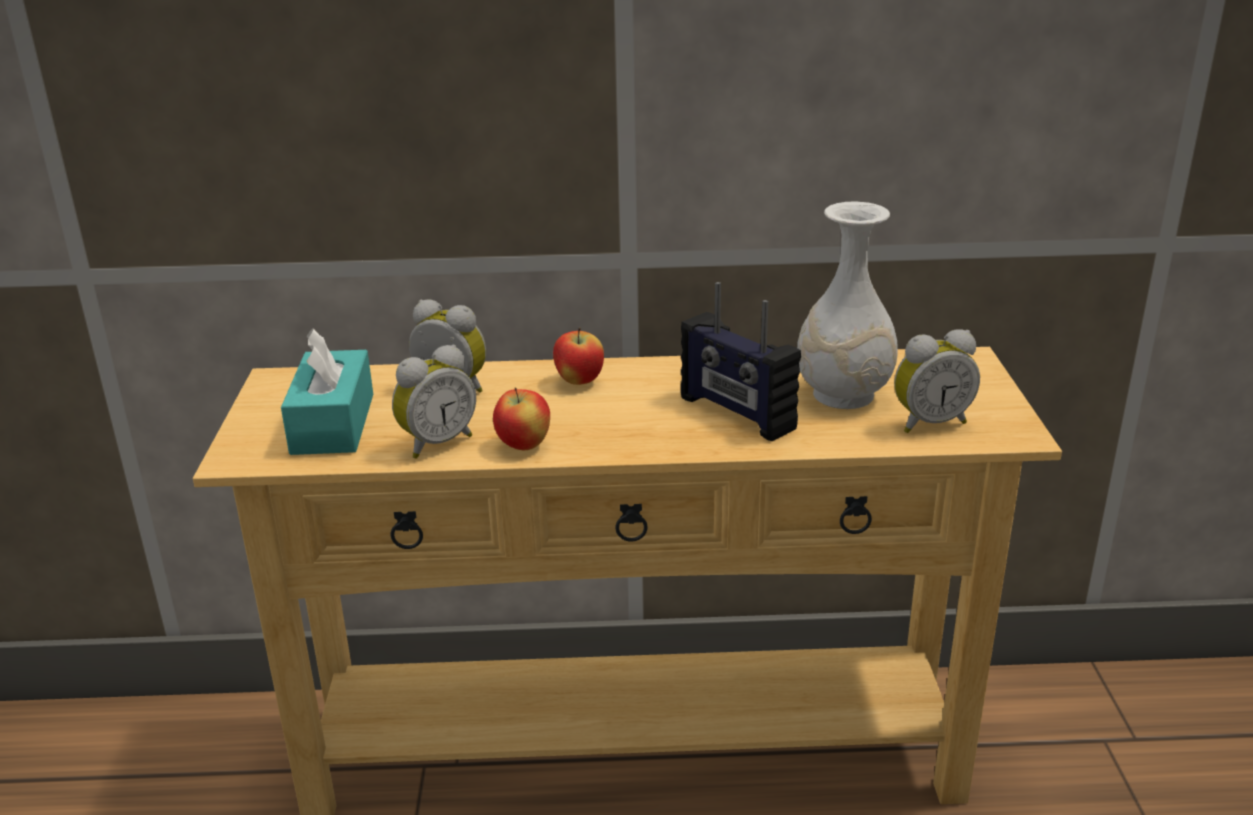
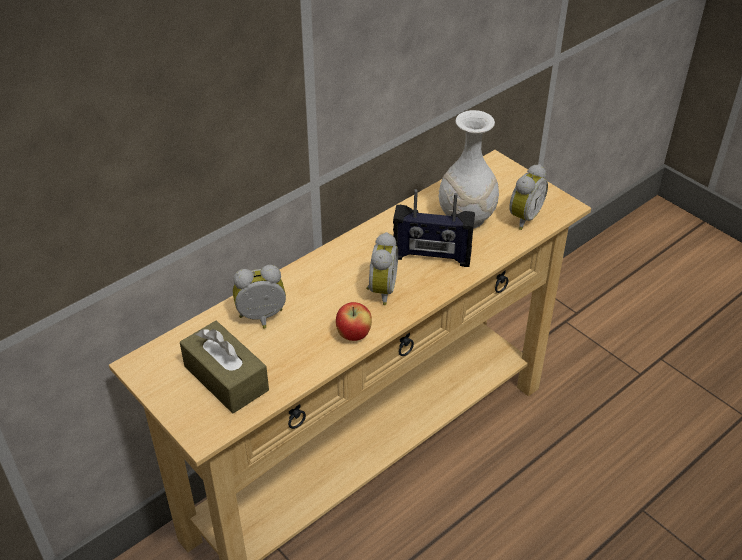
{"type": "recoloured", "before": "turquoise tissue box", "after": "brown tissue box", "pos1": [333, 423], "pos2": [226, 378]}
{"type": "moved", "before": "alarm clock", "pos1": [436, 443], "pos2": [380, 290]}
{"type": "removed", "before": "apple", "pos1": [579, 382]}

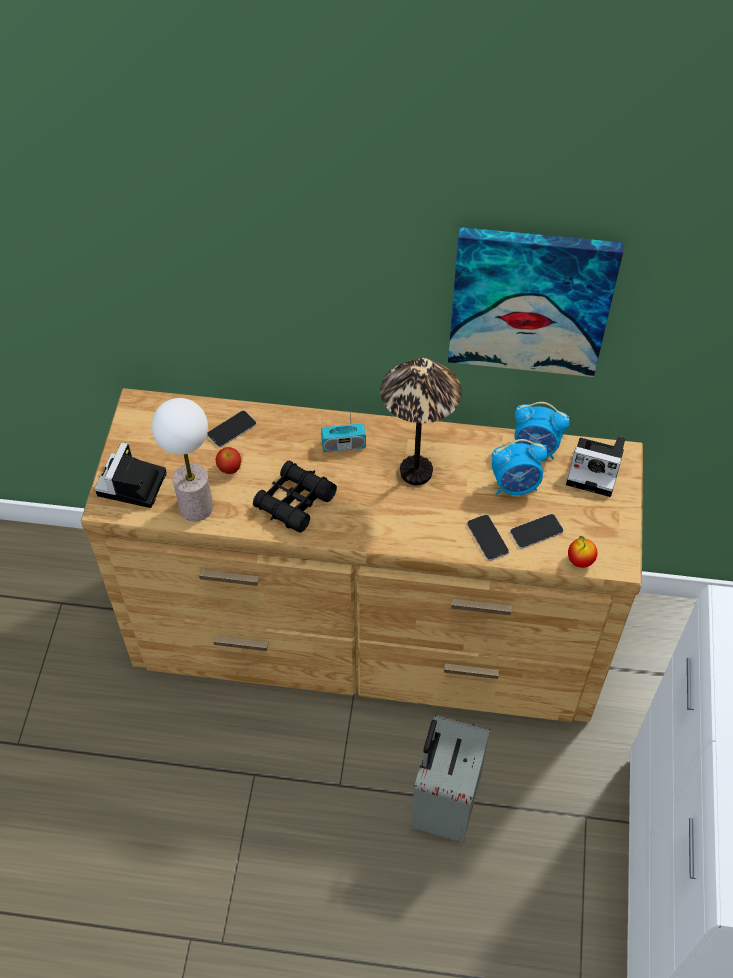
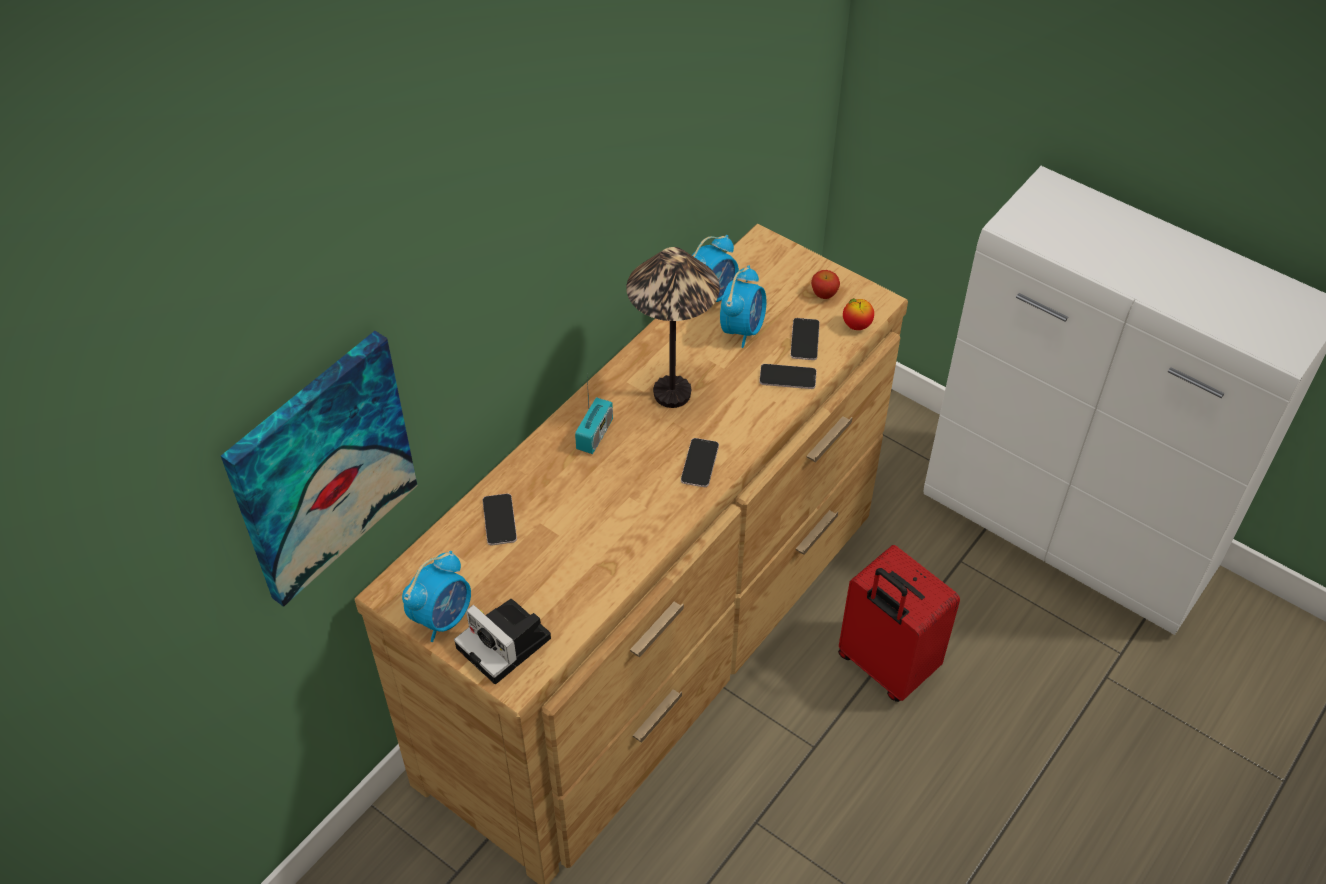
{"type": "moved", "before": "picture", "pos1": [530, 301], "pos2": [322, 467]}
{"type": "added", "after": "alarm clock", "pos2": [443, 617]}
{"type": "added", "after": "phone", "pos2": [699, 463]}
{"type": "moved", "before": "apple", "pos1": [229, 468], "pos2": [824, 294]}
{"type": "recoloured", "before": "grey suitcase", "after": "red suitcase", "pos1": [443, 803], "pos2": [884, 666]}
{"type": "removed", "before": "table lamp", "pos1": [195, 507]}
{"type": "removed", "before": "black binoculars", "pos1": [294, 501]}
{"type": "removed", "before": "photo camera", "pos1": [597, 469]}

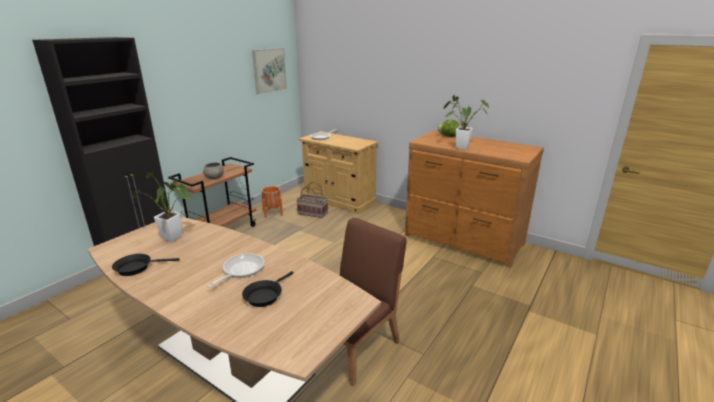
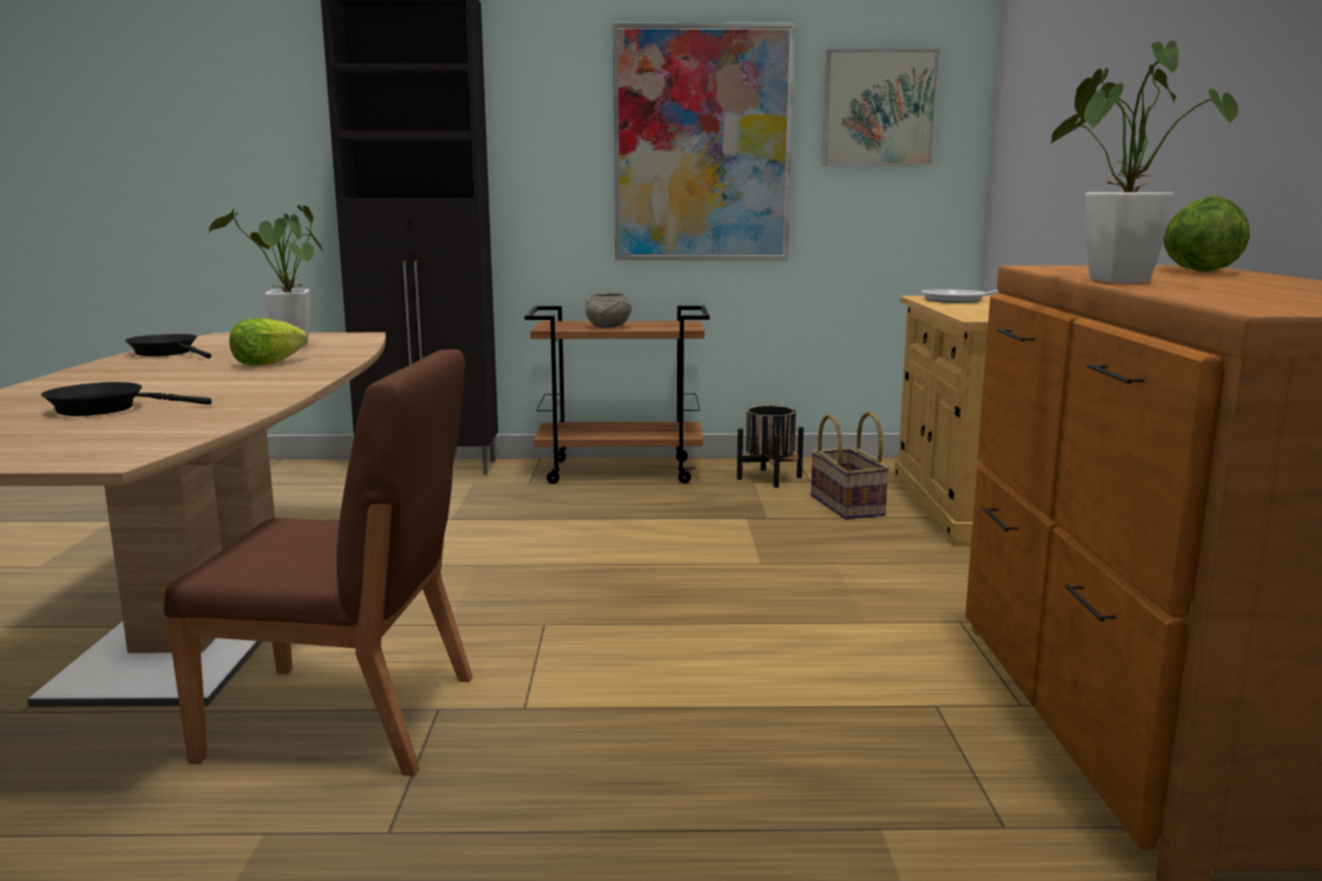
{"type": "added", "after": "lettuce", "pos2": [267, 364]}
{"type": "added", "after": "picture", "pos2": [702, 145]}
{"type": "recoloured", "before": "orange planter", "after": "black planter", "pos1": [272, 213], "pos2": [769, 478]}
{"type": "removed", "before": "frying pan", "pos1": [241, 270]}

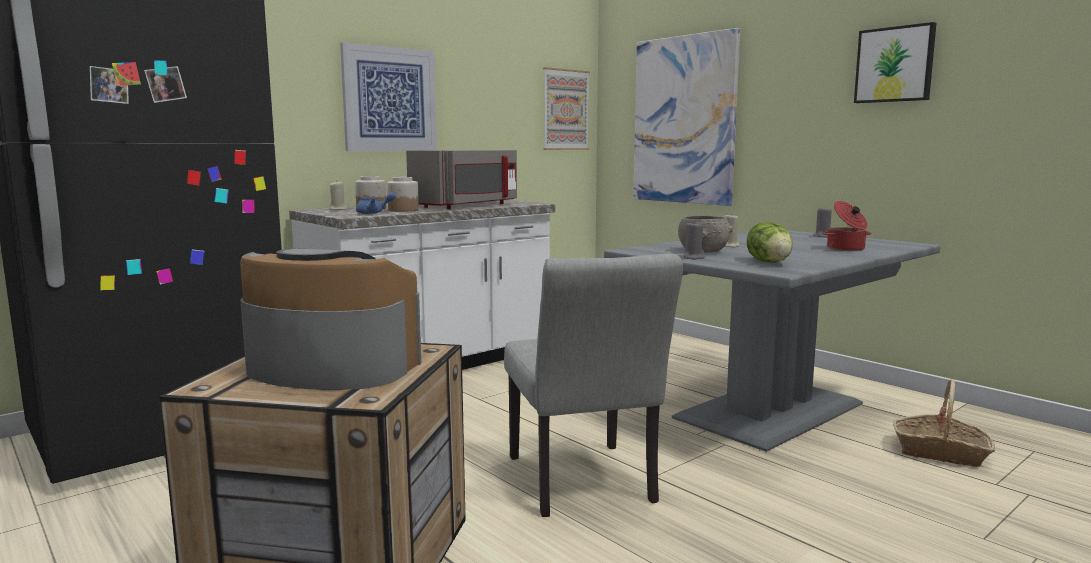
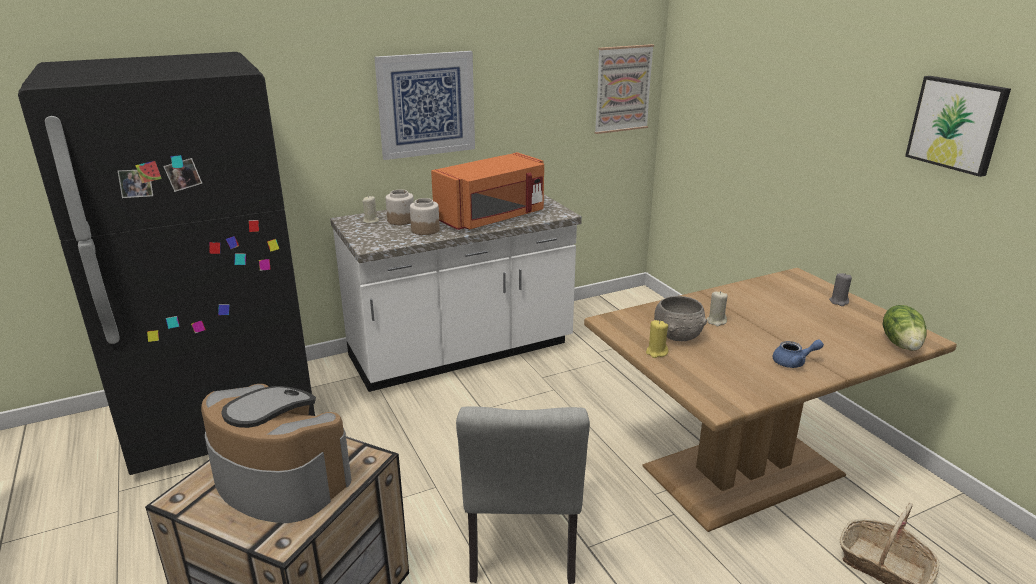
{"type": "recoloured", "before": "grey microwave", "after": "orange microwave", "pos1": [467, 206], "pos2": [492, 218]}
{"type": "recoloured", "before": "grey dining table", "after": "brown dining table", "pos1": [767, 410], "pos2": [741, 470]}
{"type": "recoloured", "before": "grey candle", "after": "yellow candle", "pos1": [693, 257], "pos2": [656, 352]}
{"type": "moved", "before": "blue teapot", "pos1": [374, 213], "pos2": [793, 362]}
{"type": "moved", "before": "lettuce", "pos1": [770, 262], "pos2": [902, 344]}
{"type": "removed", "before": "picture", "pos1": [684, 120]}
{"type": "removed", "before": "cooking pot", "pos1": [846, 249]}

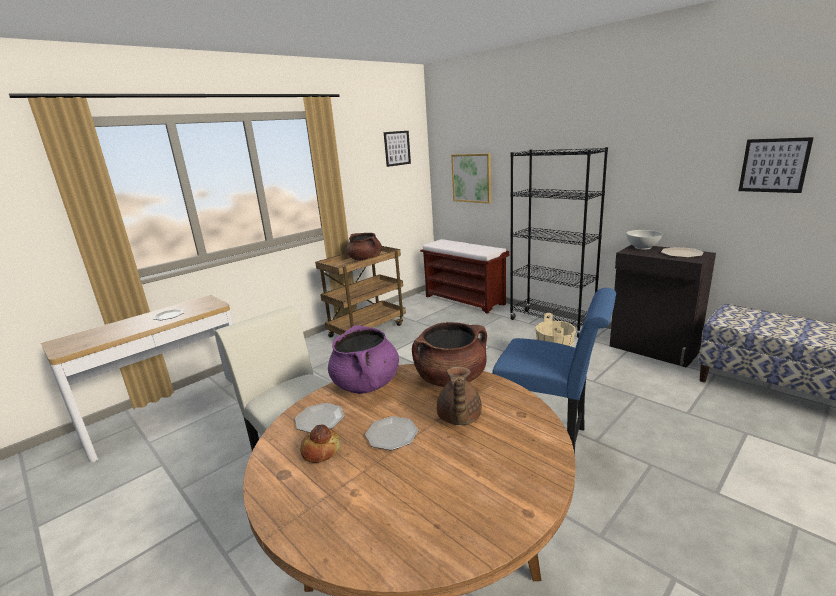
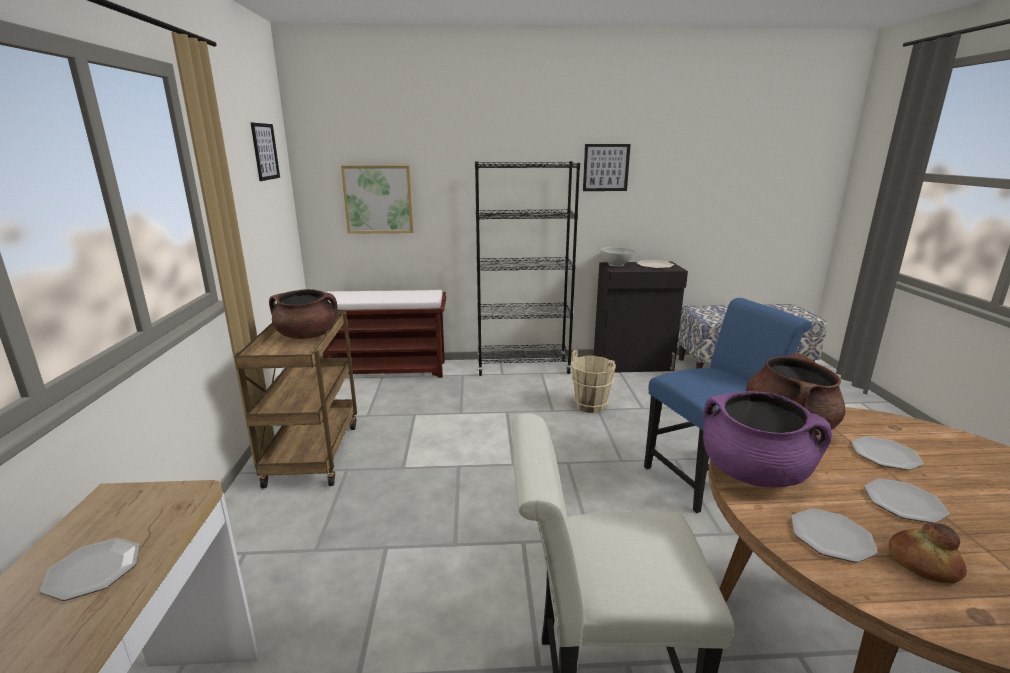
{"type": "moved", "before": "picture", "pos1": [774, 165], "pos2": [606, 167]}
{"type": "replaced", "before": "brown teapot", "after": "plate", "pos1": [458, 418], "pos2": [885, 455]}

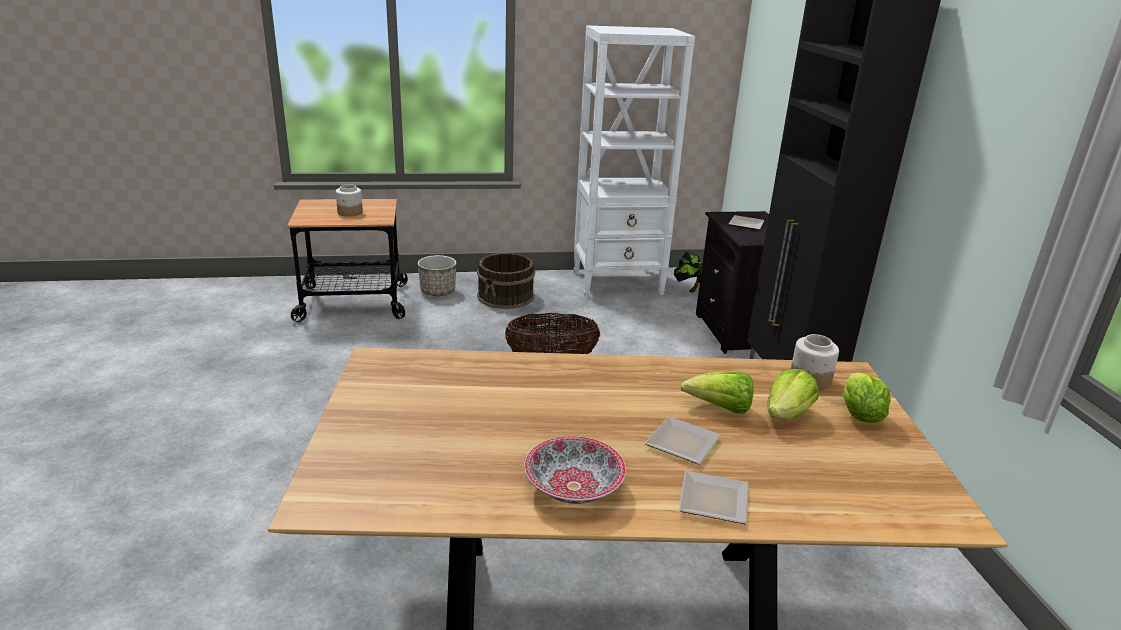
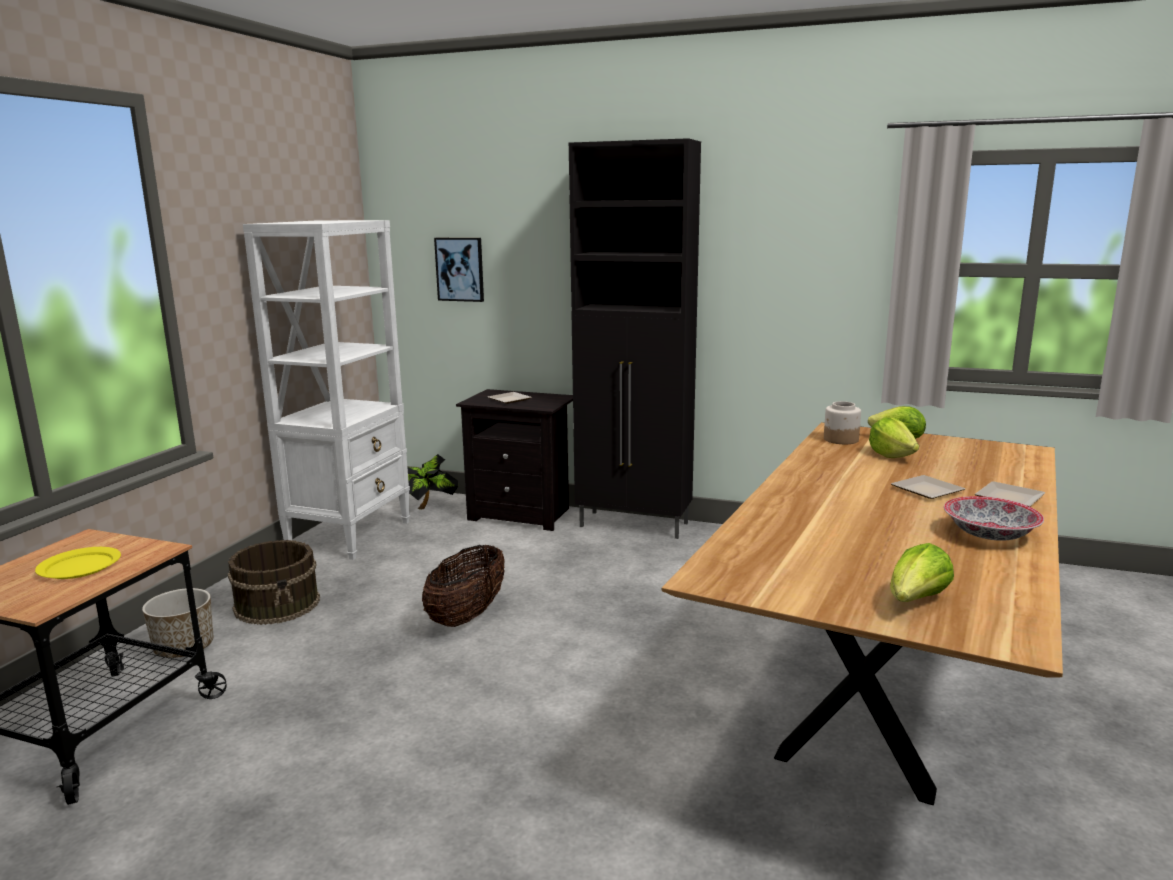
{"type": "replaced", "before": "jar", "after": "yellow plate", "pos1": [350, 212], "pos2": [80, 566]}
{"type": "added", "after": "picture", "pos2": [460, 269]}
{"type": "moved", "before": "lettuce", "pos1": [720, 408], "pos2": [916, 601]}

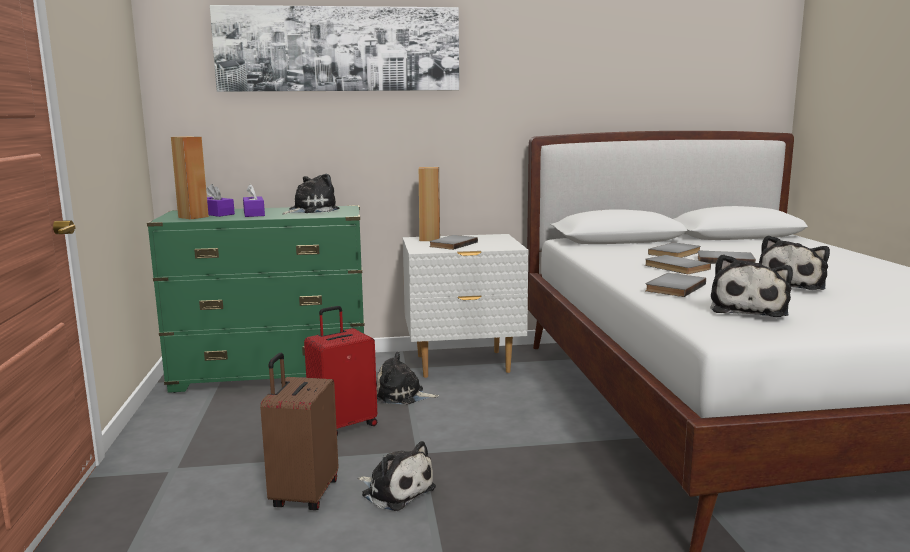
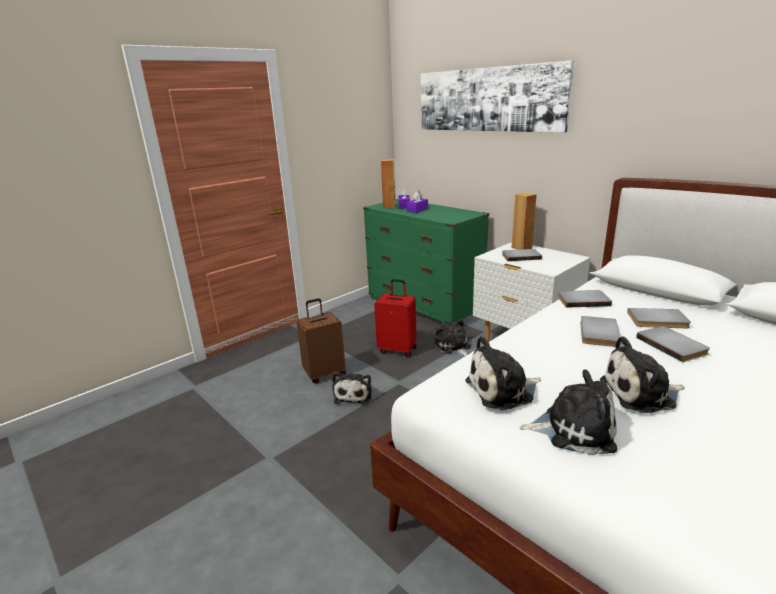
{"type": "moved", "before": "plush toy", "pos1": [310, 210], "pos2": [573, 429]}
{"type": "moved", "before": "grey book", "pos1": [673, 287], "pos2": [582, 300]}

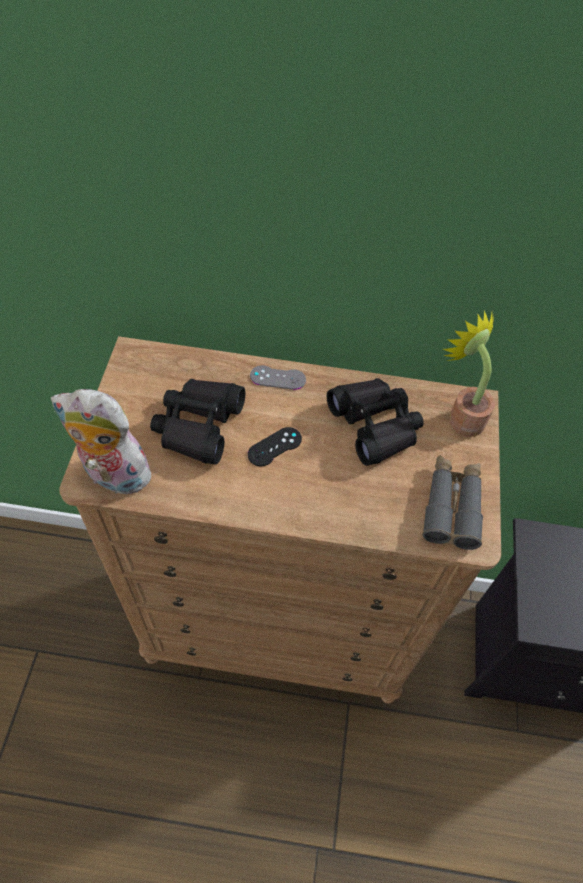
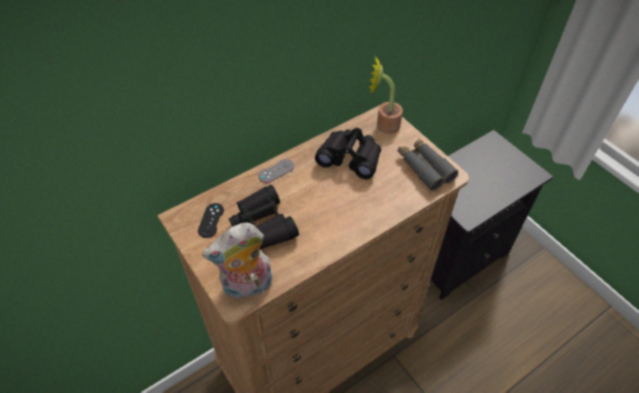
{"type": "moved", "before": "black game controller", "pos1": [274, 447], "pos2": [211, 220]}

